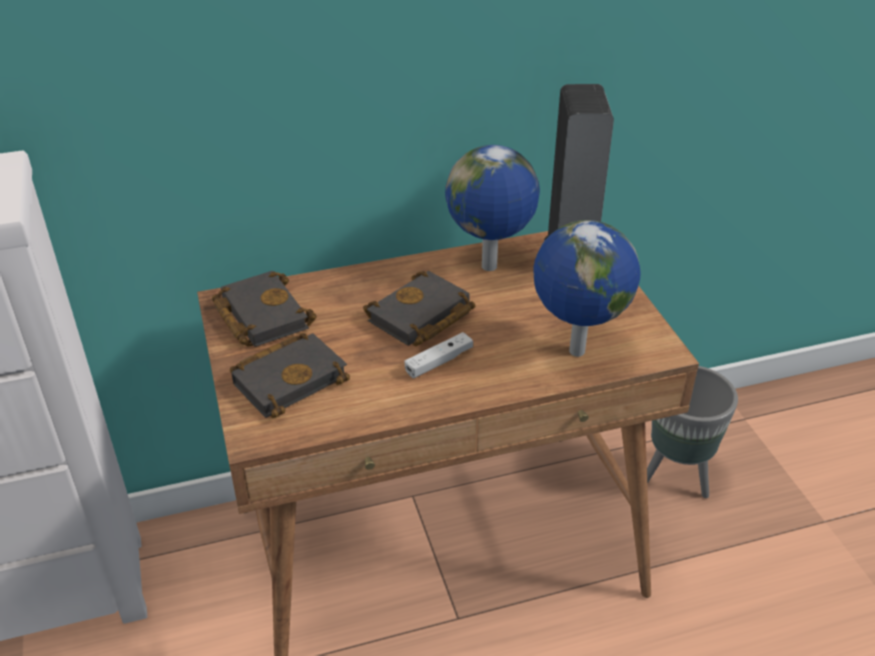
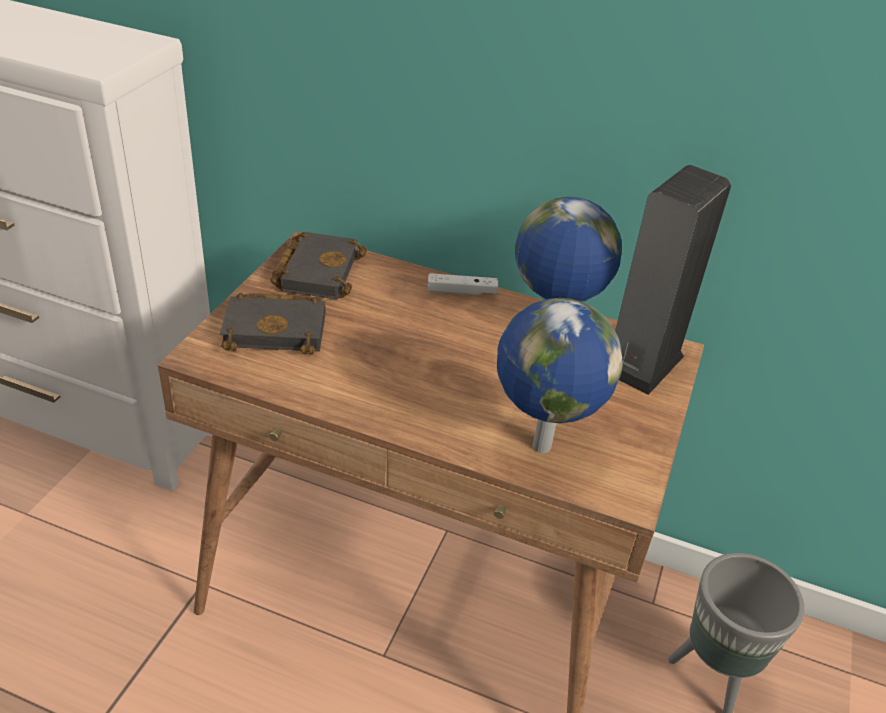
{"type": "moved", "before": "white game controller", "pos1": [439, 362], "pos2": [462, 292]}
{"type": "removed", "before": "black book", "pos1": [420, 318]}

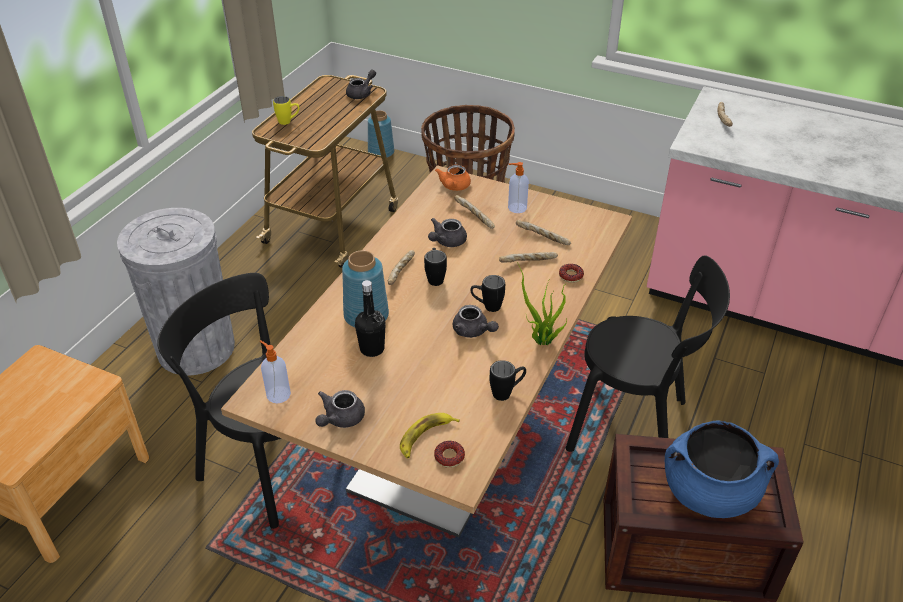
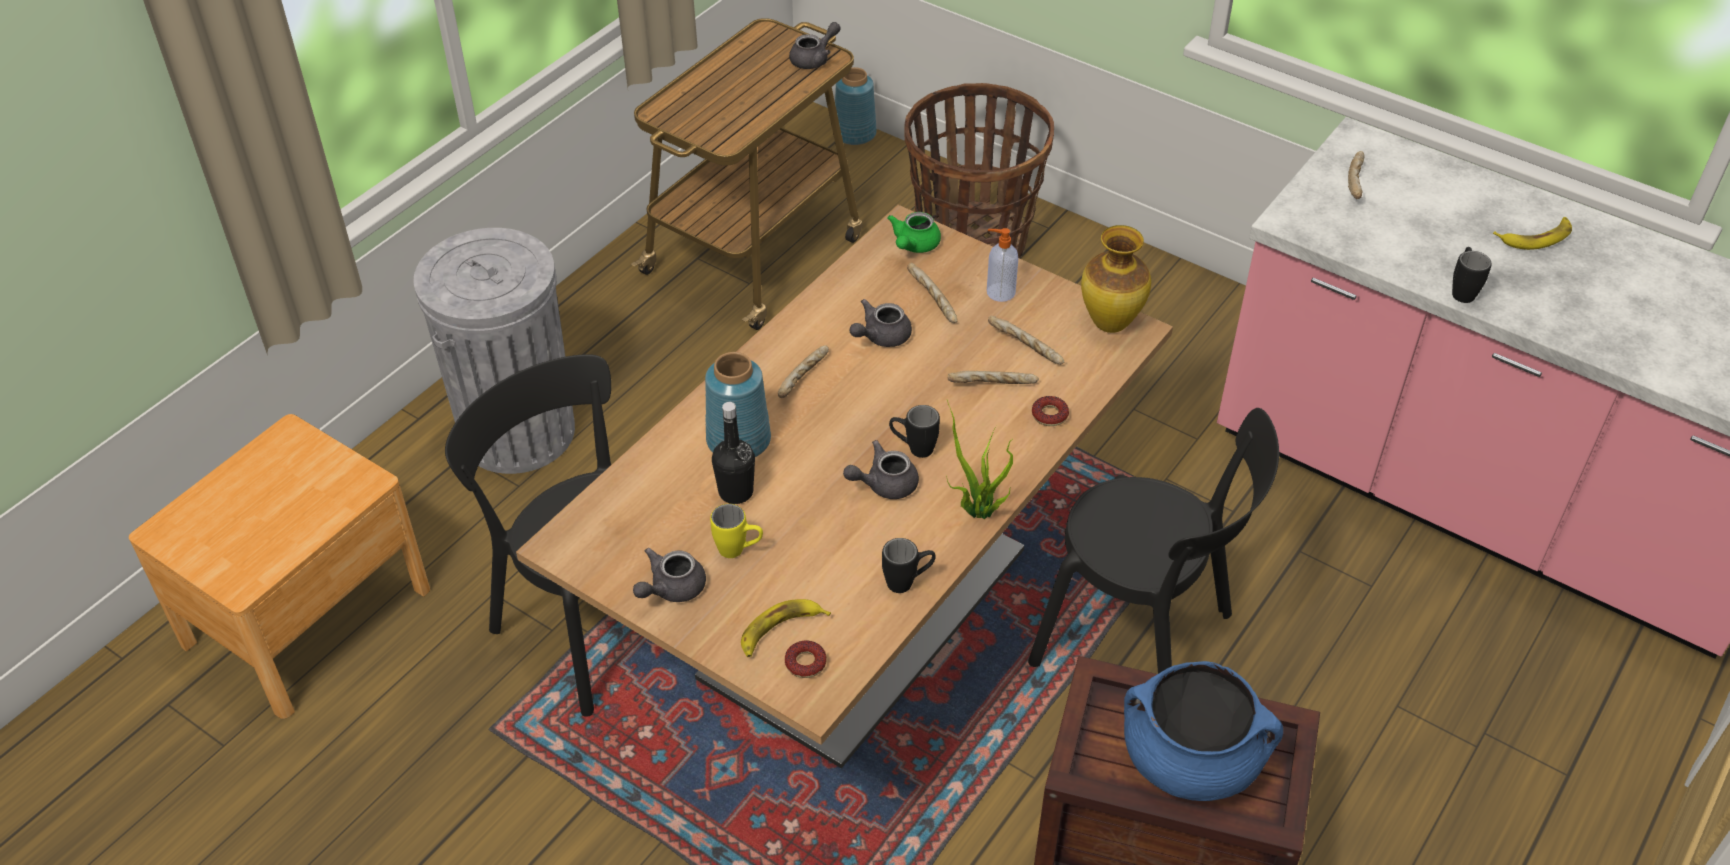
{"type": "moved", "before": "yellow mug", "pos1": [288, 122], "pos2": [739, 550]}
{"type": "turned", "before": "grey teapot", "pos1": [473, 331], "pos2": [884, 484], "turn": 105}
{"type": "recoloured", "before": "orange teapot", "after": "green teapot", "pos1": [453, 187], "pos2": [913, 245]}
{"type": "added", "after": "vase", "pos2": [1109, 324]}
{"type": "moved", "before": "black mug", "pos1": [435, 277], "pos2": [1462, 290]}
{"type": "added", "after": "banana", "pos2": [1536, 237]}
{"type": "removed", "before": "soap dispenser", "pos1": [278, 394]}

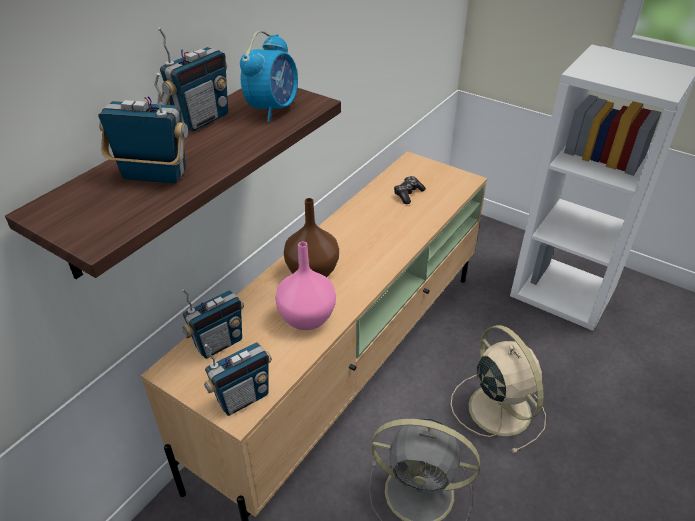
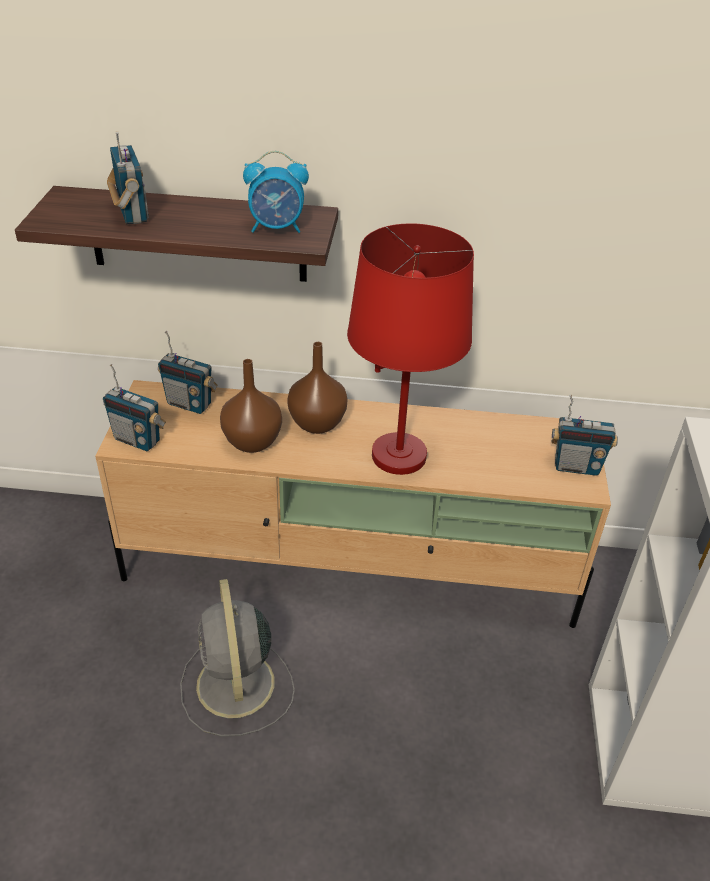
{"type": "recoloured", "before": "pink vase", "after": "brown vase", "pos1": [307, 317], "pos2": [253, 442]}
{"type": "added", "after": "red table lamp", "pos2": [398, 455]}
{"type": "moved", "before": "radio", "pos1": [202, 120], "pos2": [576, 466]}
{"type": "removed", "before": "game controller", "pos1": [408, 194]}
{"type": "removed", "before": "beige fan", "pos1": [497, 407]}

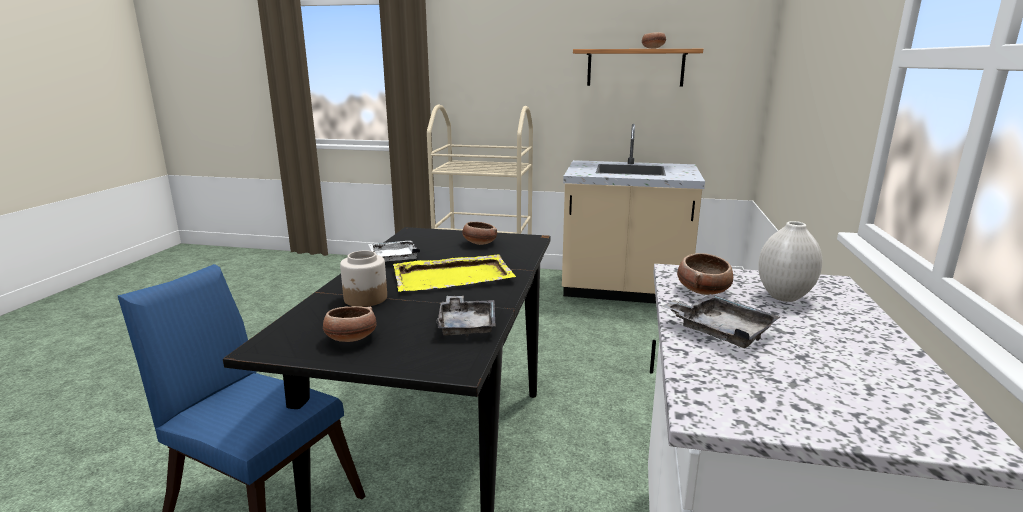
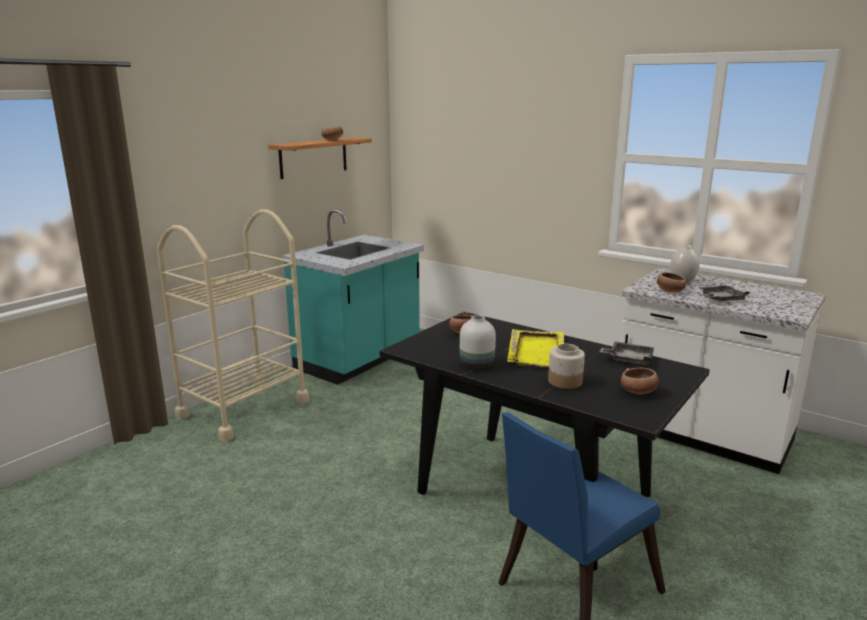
{"type": "recoloured", "before": "beige counter", "after": "turquoise counter", "pos1": [624, 291], "pos2": [359, 360]}
{"type": "replaced", "before": "white tray", "after": "white vase", "pos1": [391, 259], "pos2": [476, 365]}

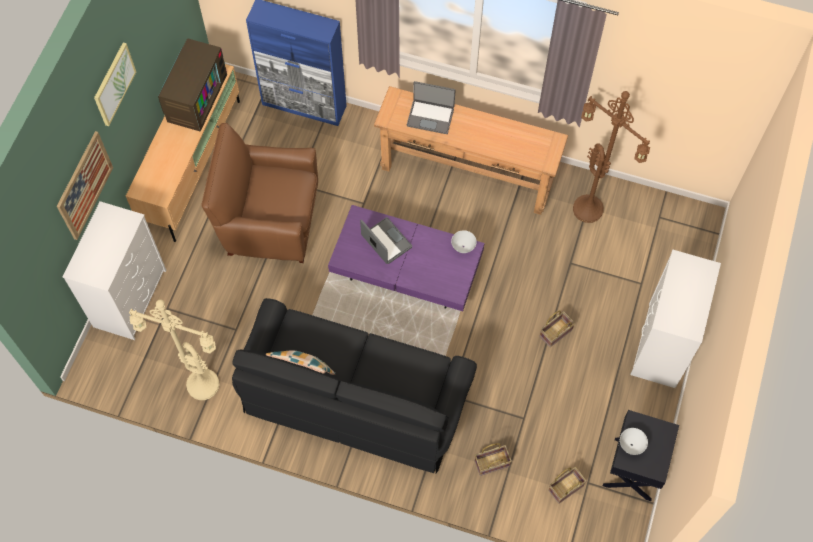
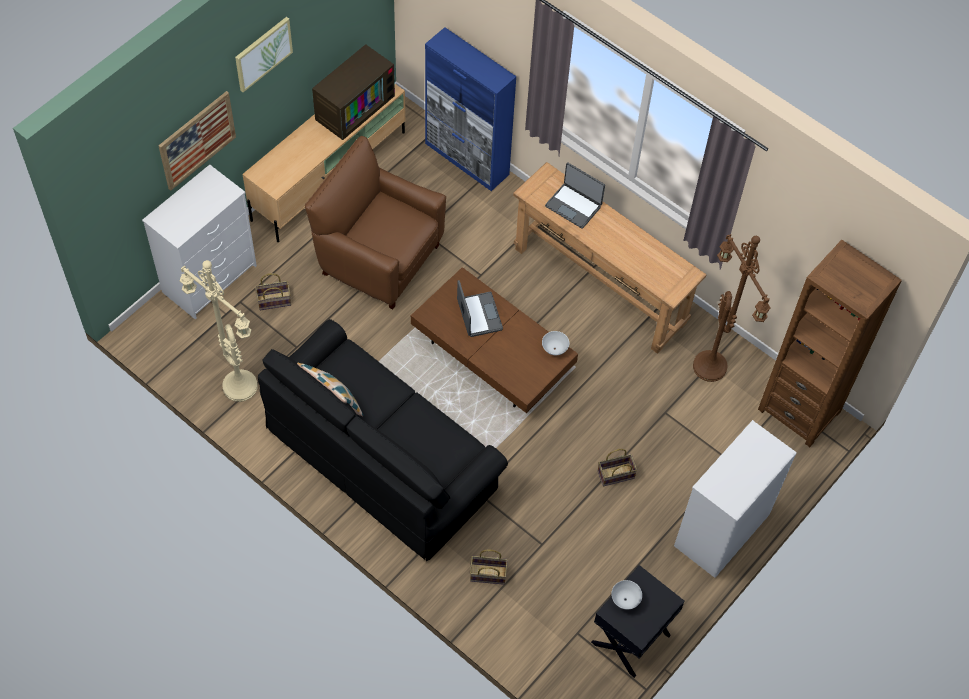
{"type": "moved", "before": "basket", "pos1": [566, 487], "pos2": [275, 300]}
{"type": "recoloured", "before": "purple coffee table", "after": "brown coffee table", "pos1": [406, 271], "pos2": [491, 356]}
{"type": "added", "after": "brown bookcase", "pos2": [799, 410]}

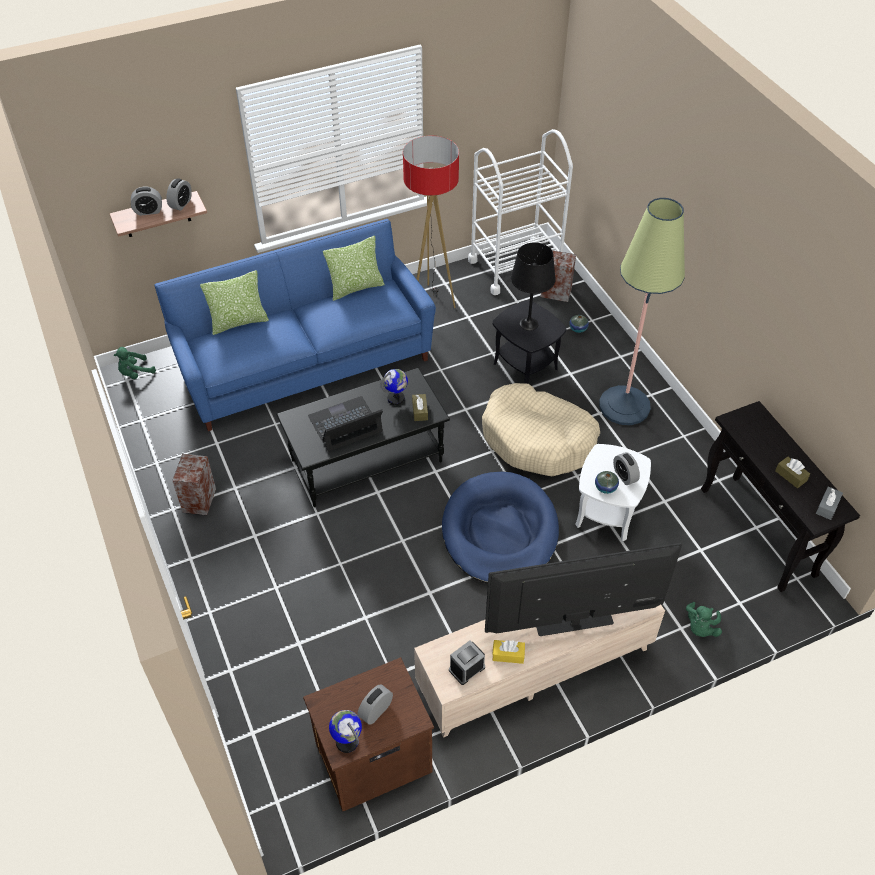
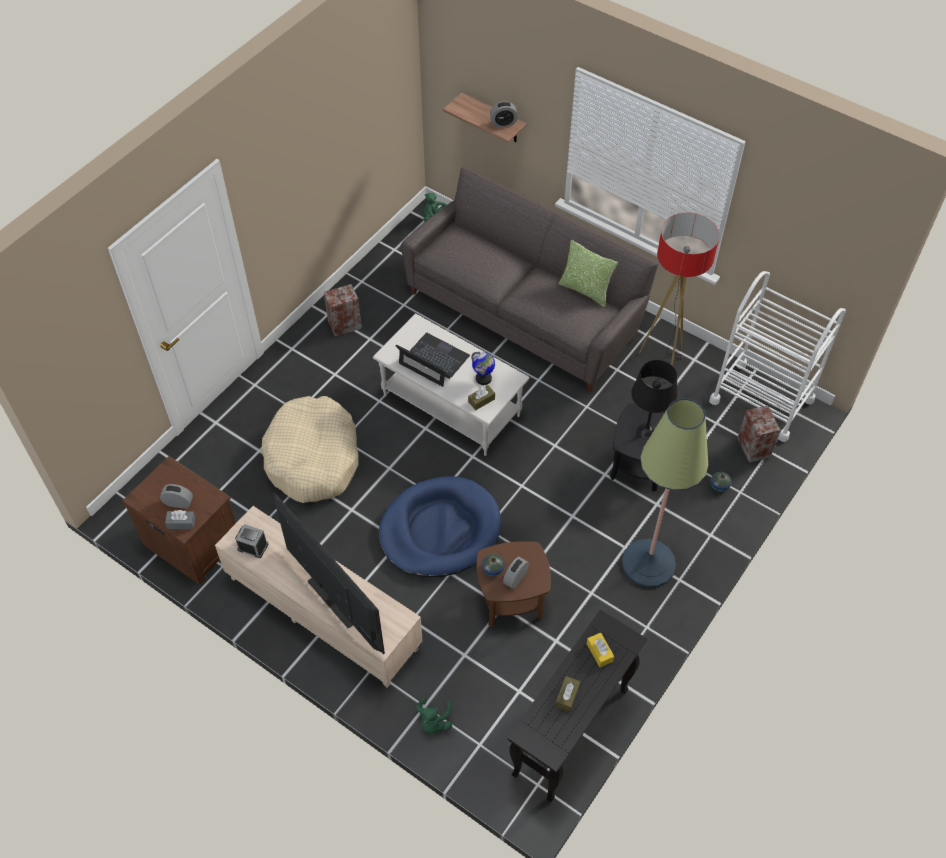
{"type": "moved", "before": "grey tissue box", "pos1": [827, 506], "pos2": [181, 523]}
{"type": "moved", "before": "beige dog bed", "pos1": [538, 440], "pos2": [313, 458]}
{"type": "recoloured", "before": "black coffee table", "after": "white coffee table", "pos1": [367, 460], "pos2": [452, 405]}
{"type": "recoloured", "before": "blue sofa", "after": "grey sofa", "pos1": [304, 361], "pos2": [525, 311]}
{"type": "turned", "before": "green plush toy", "pos1": [700, 627], "pos2": [434, 721], "turn": -75}
{"type": "recoloured", "before": "white side table", "after": "brown side table", "pos1": [607, 513], "pos2": [511, 600]}
{"type": "moved", "before": "yellow tissue box", "pos1": [508, 655], "pos2": [599, 652]}
{"type": "removed", "before": "alarm clock", "pos1": [148, 211]}
{"type": "removed", "before": "pillow", "pos1": [239, 322]}
{"type": "removed", "before": "globe", "pos1": [347, 741]}

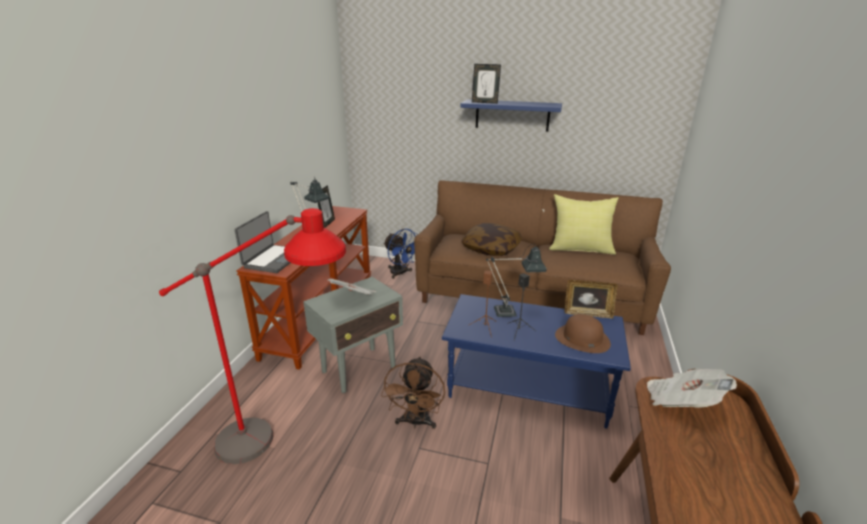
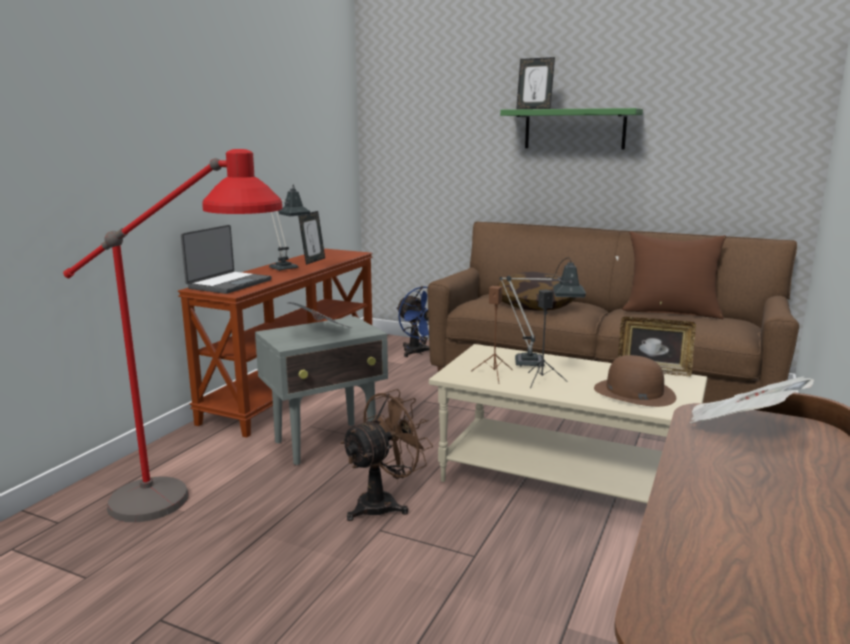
{"type": "turned", "before": "brown fan", "pos1": [415, 422], "pos2": [384, 503], "turn": -150}
{"type": "recoloured", "before": "blue coffee table", "after": "beige coffee table", "pos1": [528, 387], "pos2": [563, 480]}
{"type": "recoloured", "before": "blue shelf", "after": "green shelf", "pos1": [512, 115], "pos2": [574, 129]}
{"type": "recoloured", "before": "yellow pillow", "after": "brown pillow", "pos1": [580, 249], "pos2": [671, 312]}

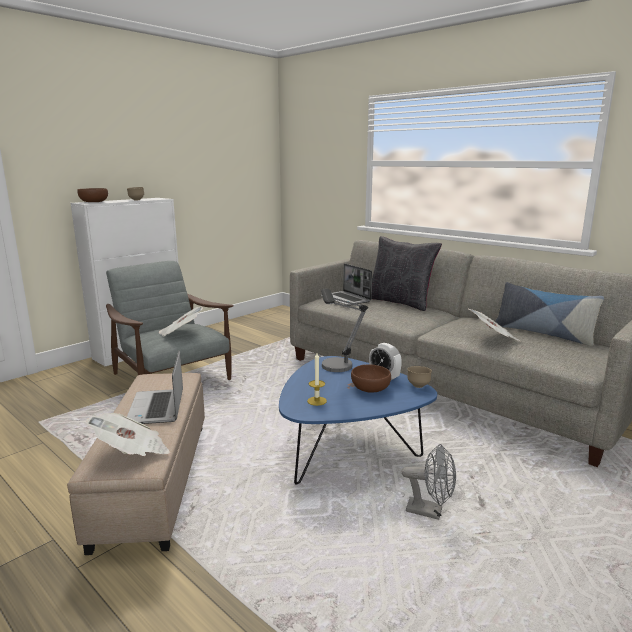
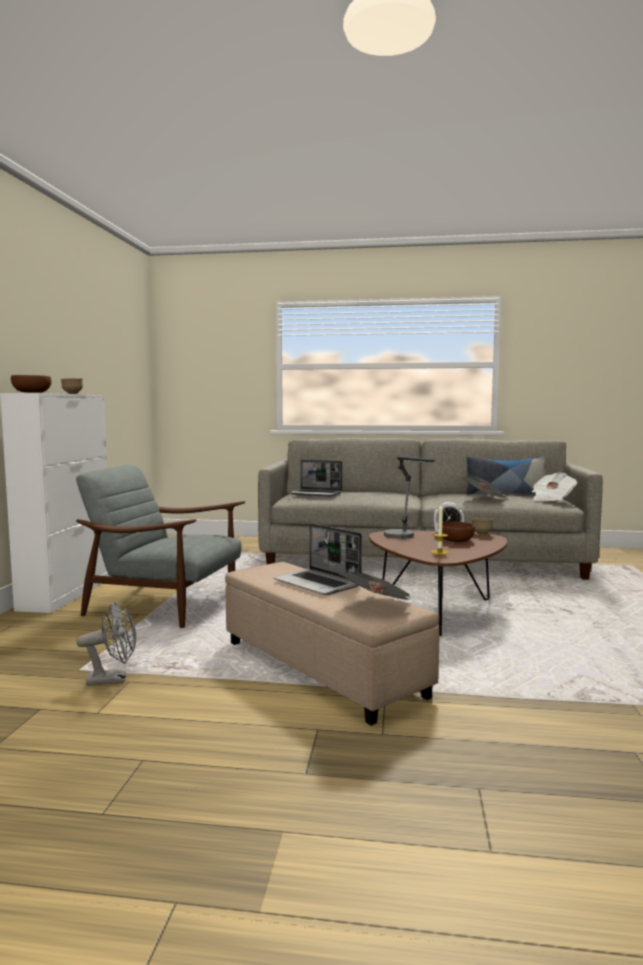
{"type": "moved", "before": "grey fan", "pos1": [430, 511], "pos2": [113, 679]}
{"type": "recoloured", "before": "blue coffee table", "after": "brown coffee table", "pos1": [348, 452], "pos2": [436, 610]}
{"type": "moved", "before": "newspaper", "pos1": [180, 333], "pos2": [551, 499]}
{"type": "removed", "before": "black pillow", "pos1": [399, 302]}

